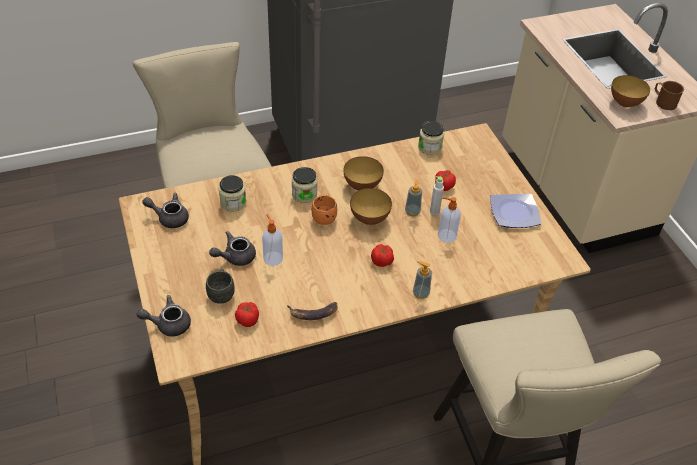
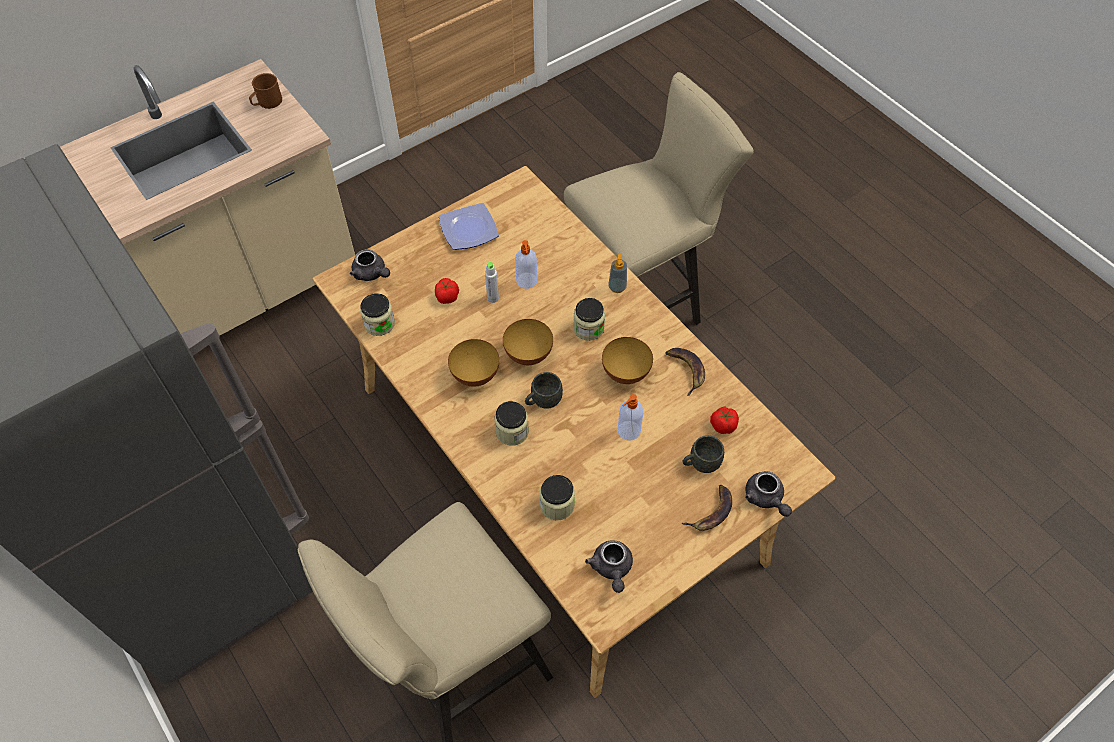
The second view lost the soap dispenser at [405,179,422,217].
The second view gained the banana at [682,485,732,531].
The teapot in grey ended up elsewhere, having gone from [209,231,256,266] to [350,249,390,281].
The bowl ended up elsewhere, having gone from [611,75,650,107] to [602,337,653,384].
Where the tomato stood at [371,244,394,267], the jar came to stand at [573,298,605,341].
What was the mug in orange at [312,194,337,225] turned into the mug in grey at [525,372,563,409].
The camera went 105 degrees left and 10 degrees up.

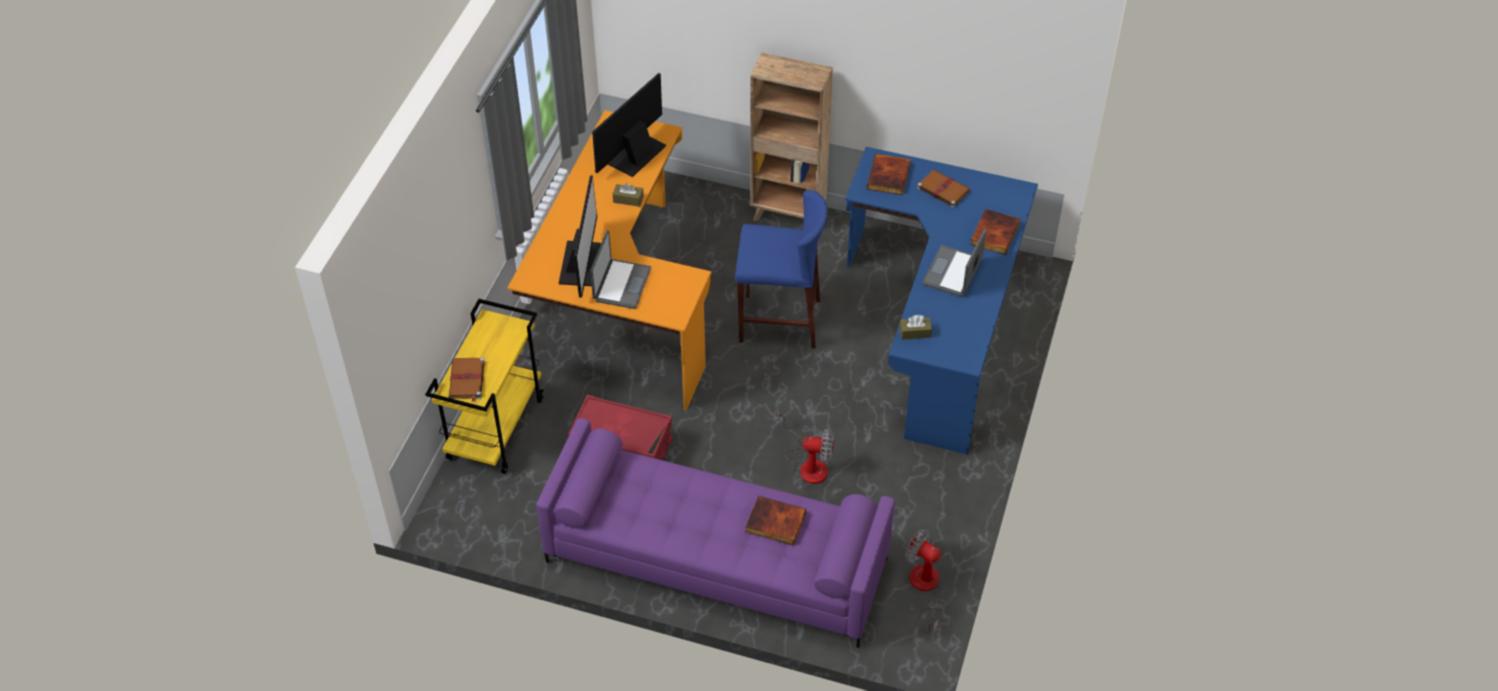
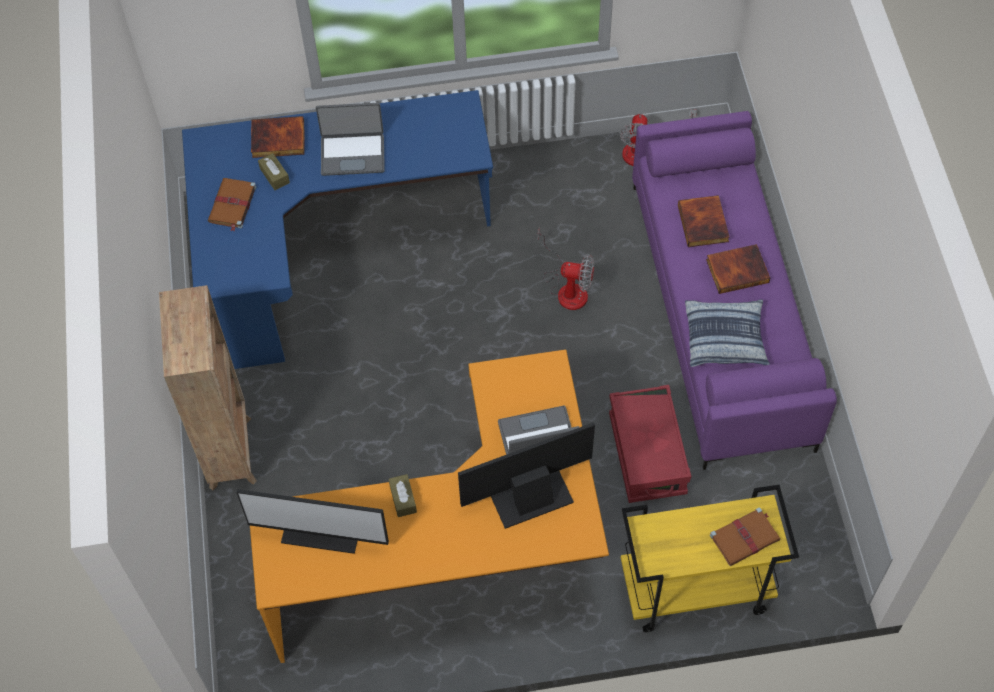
The second view lost the stool in blue at [735,190,828,349].
The second view gained the pillow at [685,299,770,367].
The book ended up elsewhere, having gone from [867,154,910,195] to [706,244,770,294].
The tissue box in brown ended up elsewhere, having gone from [899,315,932,340] to [258,153,290,190].
The fan at [778,411,834,484] ended up facing another way, 120 degrees clockwise from before.
The camera went 115 degrees left and 10 degrees up.

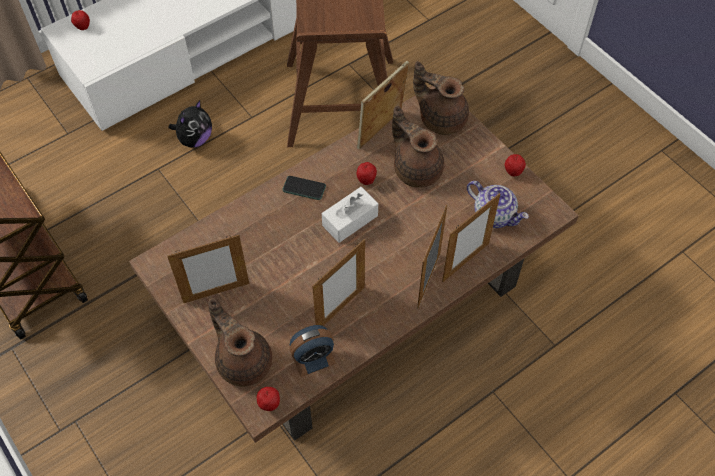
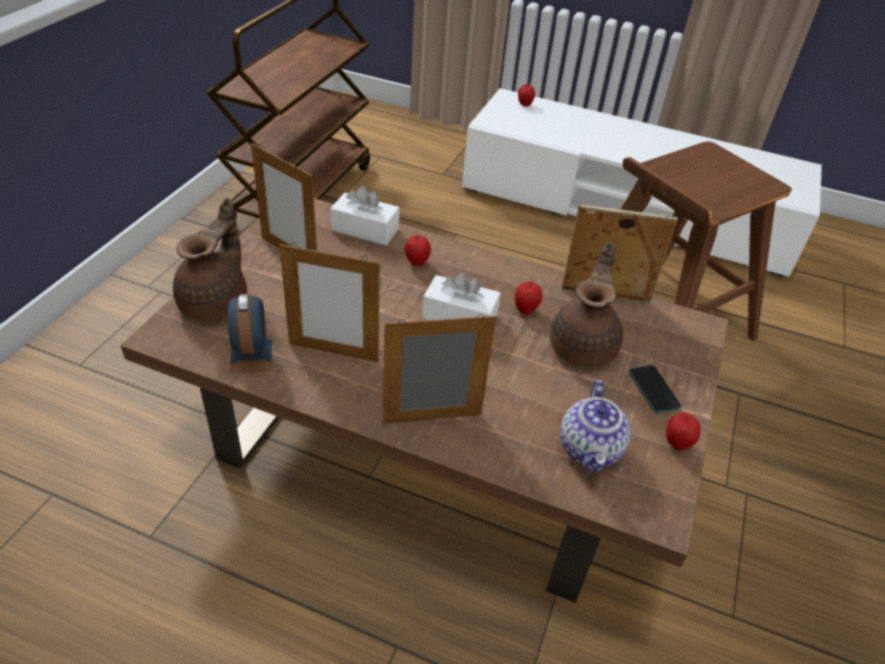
The second view lost the plush toy at [169,100,212,148].
The second view lost the teapot in brown at [413,61,469,135].
The second view lost the picture frame at [442,193,501,282].
The second view gained the tissue box in white at [330,186,400,245].
The apple ended up elsewhere, having gone from [257,387,280,411] to [404,234,431,266].
The phone ended up elsewhere, having gone from [282,176,326,200] to [629,365,681,414].
The alarm clock at [289,325,336,377] ended up facing another way, 45 degrees clockwise from before.
The camera went 55 degrees right and 15 degrees down.

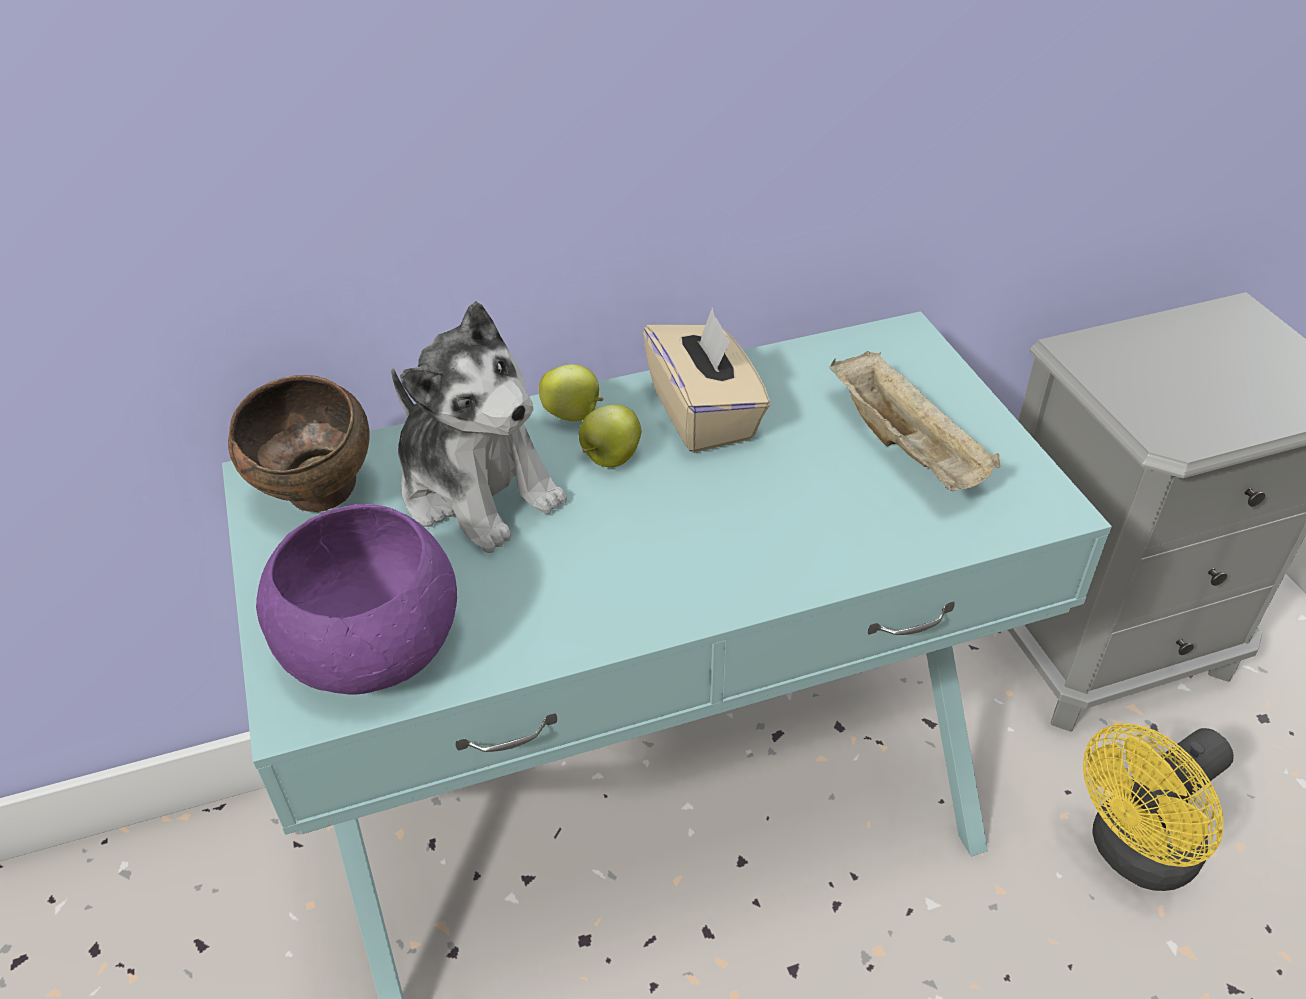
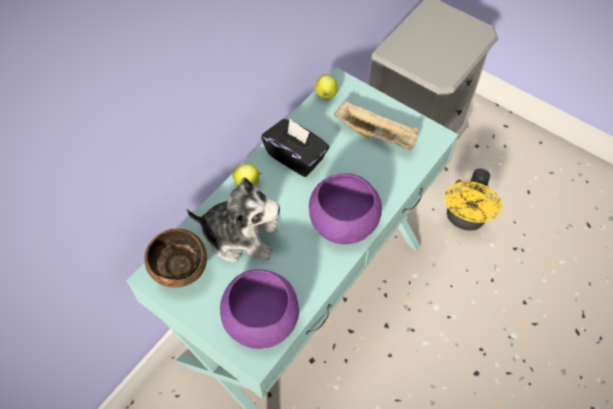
The second view gained the bowl in purple at [309,173,382,244].
The apple ended up elsewhere, having gone from [579,405,641,467] to [315,74,338,99].
What was the tissue box in beige at [643,308,770,453] turned into the tissue box in black at [261,119,329,177].
The camera went 35 degrees left and 15 degrees up.

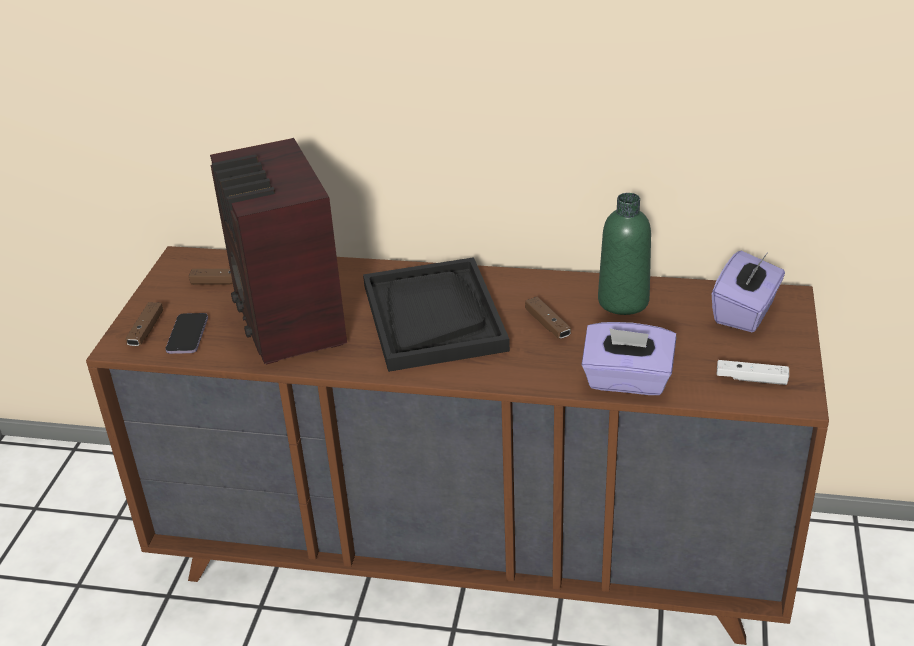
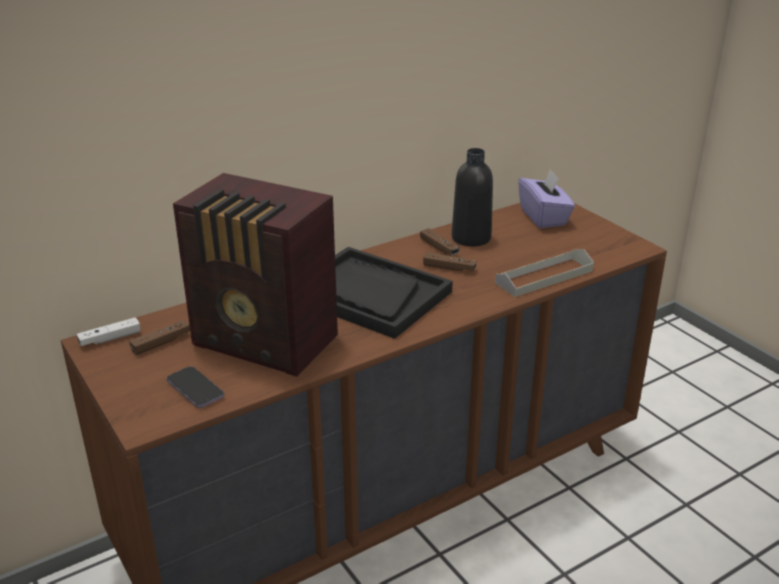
The game controller in brown ended up elsewhere, having gone from [125,302,163,346] to [420,228,460,255].
The game controller in white ended up elsewhere, having gone from [717,360,789,385] to [77,318,140,346].
Where the tissue box in purple stood at [581,322,676,395], the tray in grey came to stand at [495,249,594,297].
What was the bottle in green at [598,193,651,315] turned into the bottle in black at [451,148,493,246].
The camera went 45 degrees left and 5 degrees down.

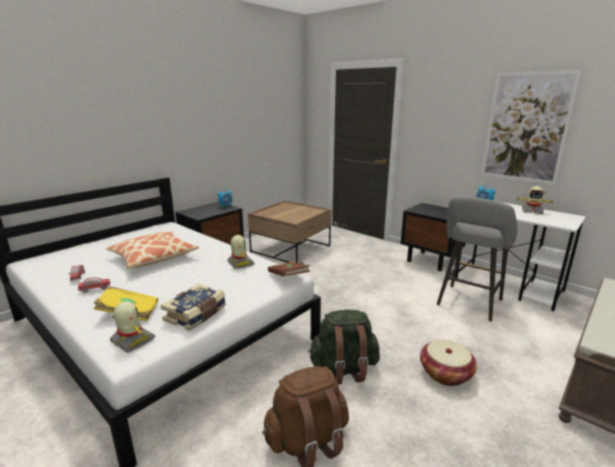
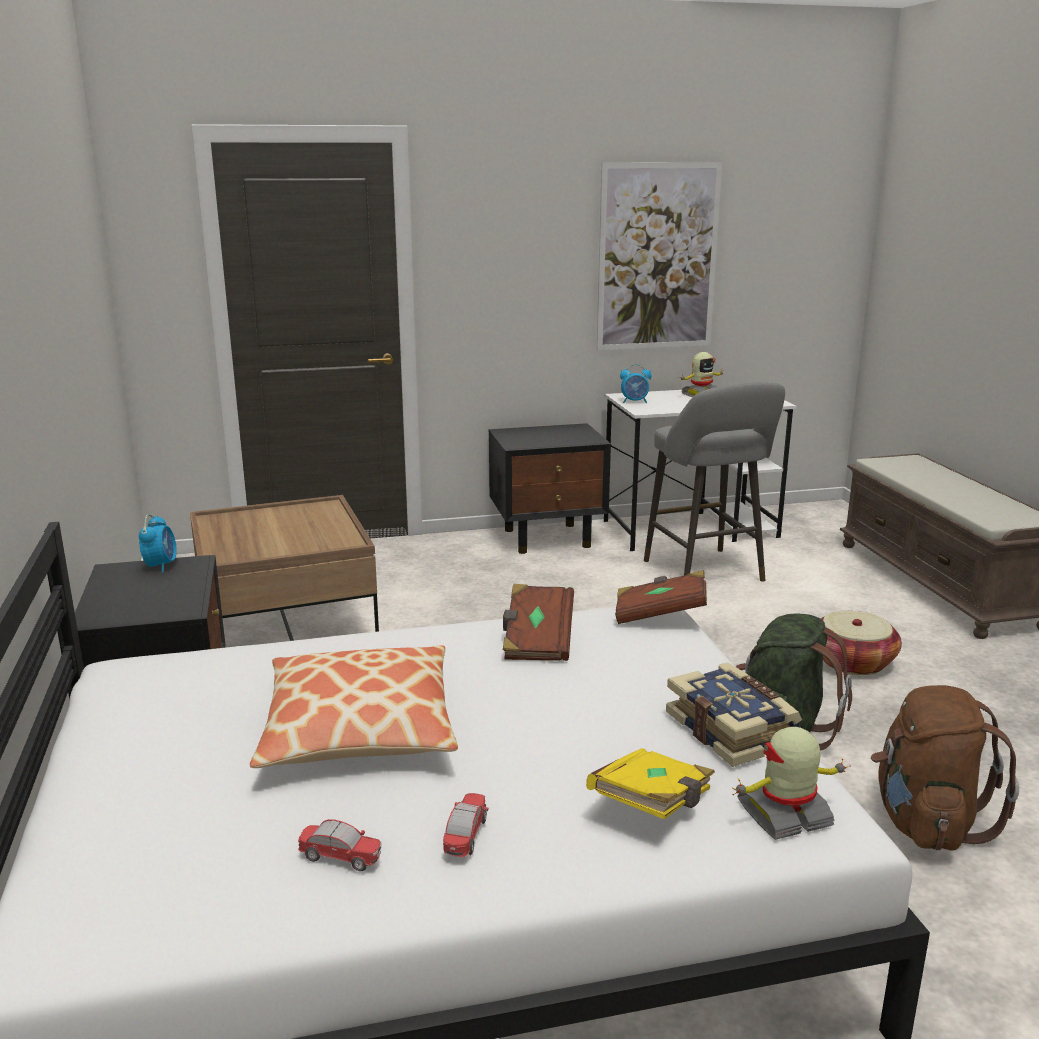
Where the toy robot stood at [228,235,255,269], the book in brown came to stand at [503,584,574,661].
The camera went 55 degrees left and 0 degrees up.

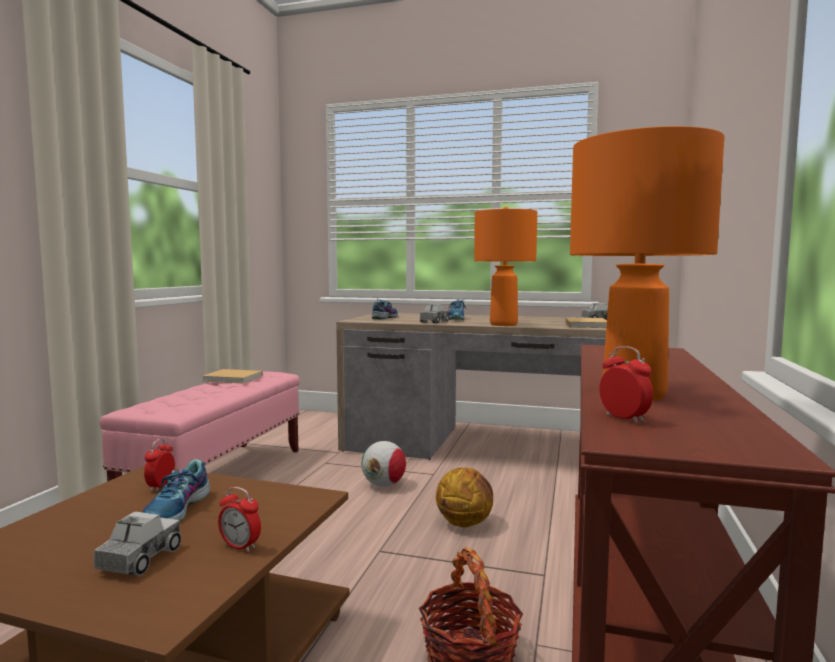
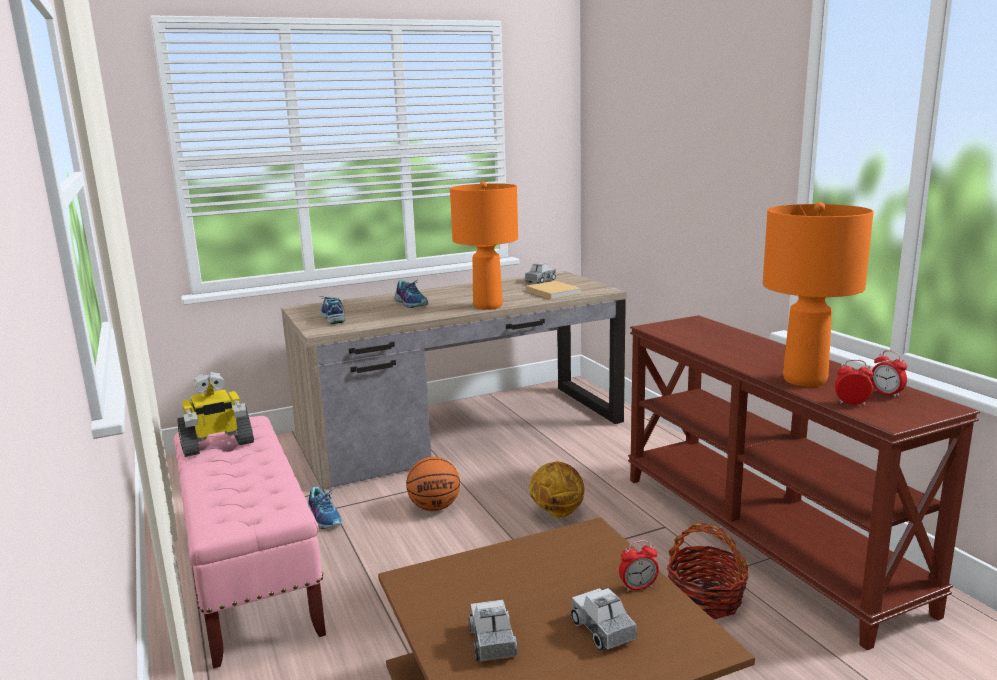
The shoe ended up elsewhere, having gone from [142,459,210,521] to [308,487,342,529].
The alarm clock ended up elsewhere, having gone from [144,438,175,491] to [871,350,907,398].
The toy truck ended up elsewhere, having gone from [420,304,449,323] to [469,600,518,661].
Where the book in beige stood at [203,369,263,384], the toy robot came to stand at [177,372,254,457].
Where the football stood at [361,441,406,487], the basketball came to stand at [406,457,460,511].
The camera went 40 degrees left and 10 degrees up.

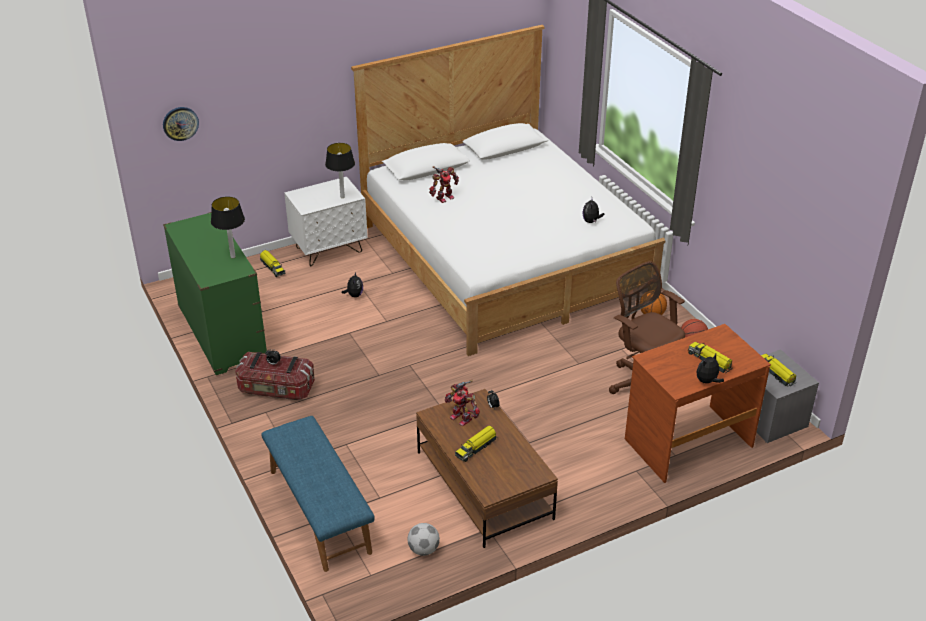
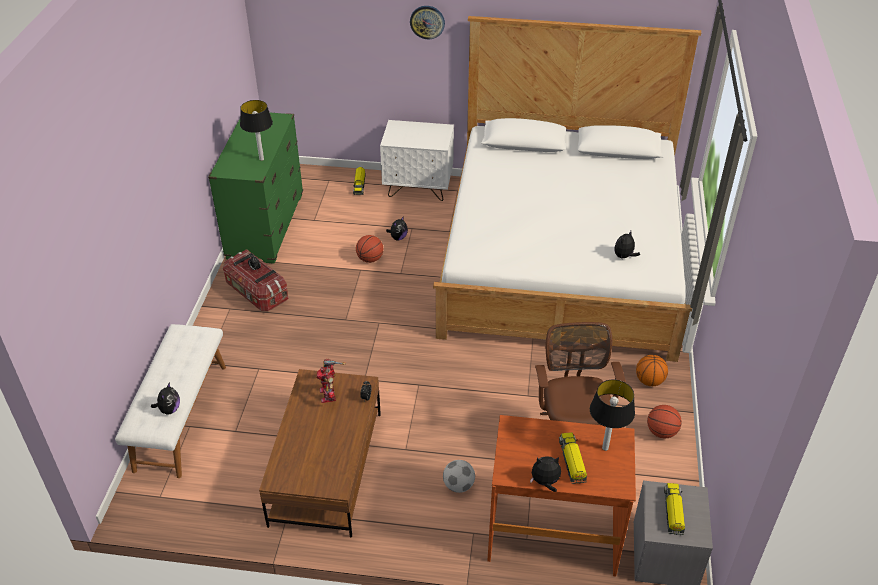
The second view lost the toy robot at [429,166,459,203].
The second view lost the toy truck at [455,426,497,462].
The second view gained the plush toy at [151,382,180,414].
The second view gained the basketball at [356,235,383,263].
The wall clock ended up elsewhere, having gone from [163,107,199,141] to [410,6,445,39].
The table lamp ended up elsewhere, having gone from [325,143,355,198] to [590,379,635,451].
The football ended up elsewhere, having gone from [407,523,440,556] to [443,460,475,493].
What was the bench in blue at [261,416,375,572] turned into the bench in white at [115,324,226,478].
The camera went 35 degrees right and 5 degrees up.

